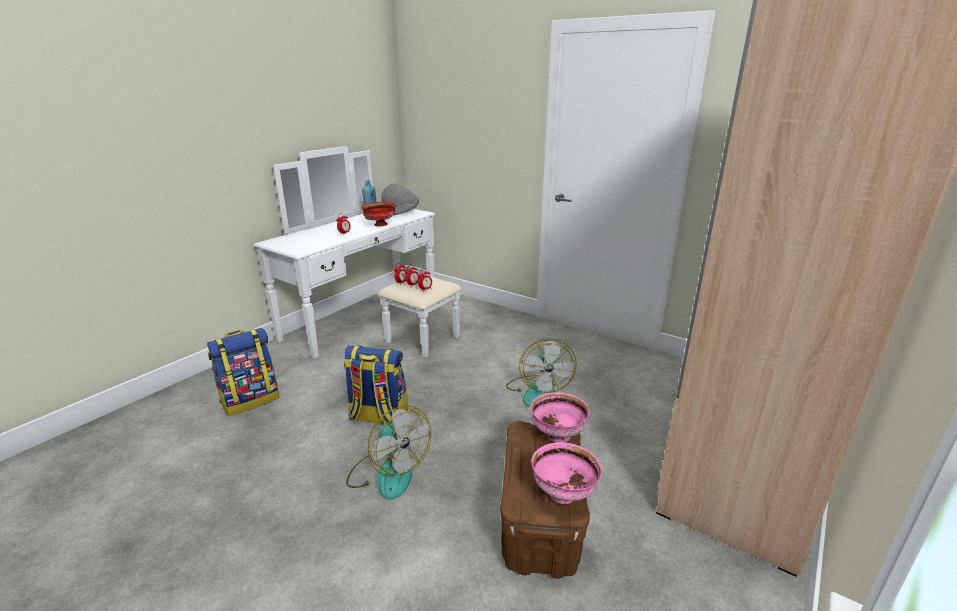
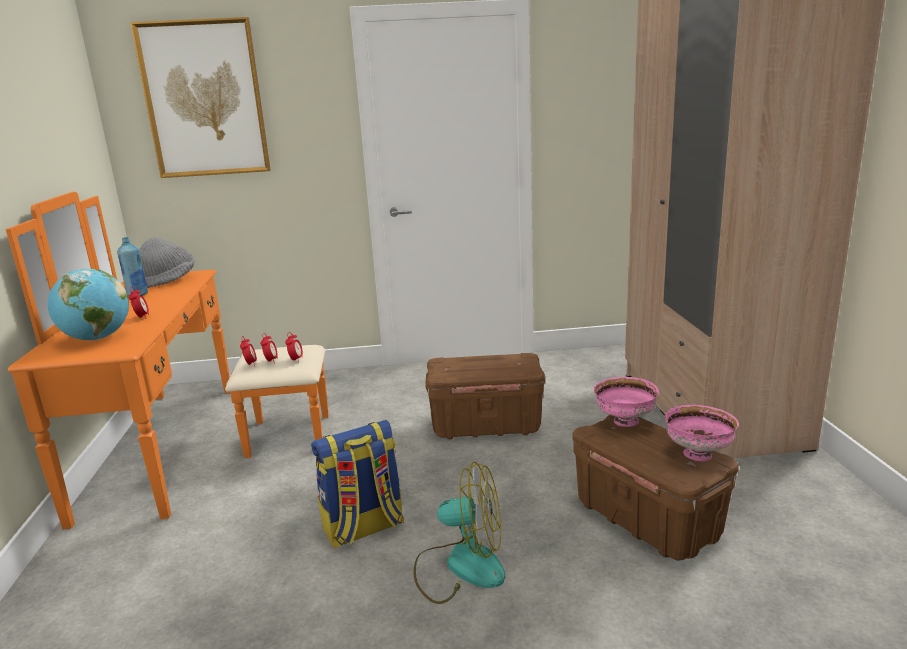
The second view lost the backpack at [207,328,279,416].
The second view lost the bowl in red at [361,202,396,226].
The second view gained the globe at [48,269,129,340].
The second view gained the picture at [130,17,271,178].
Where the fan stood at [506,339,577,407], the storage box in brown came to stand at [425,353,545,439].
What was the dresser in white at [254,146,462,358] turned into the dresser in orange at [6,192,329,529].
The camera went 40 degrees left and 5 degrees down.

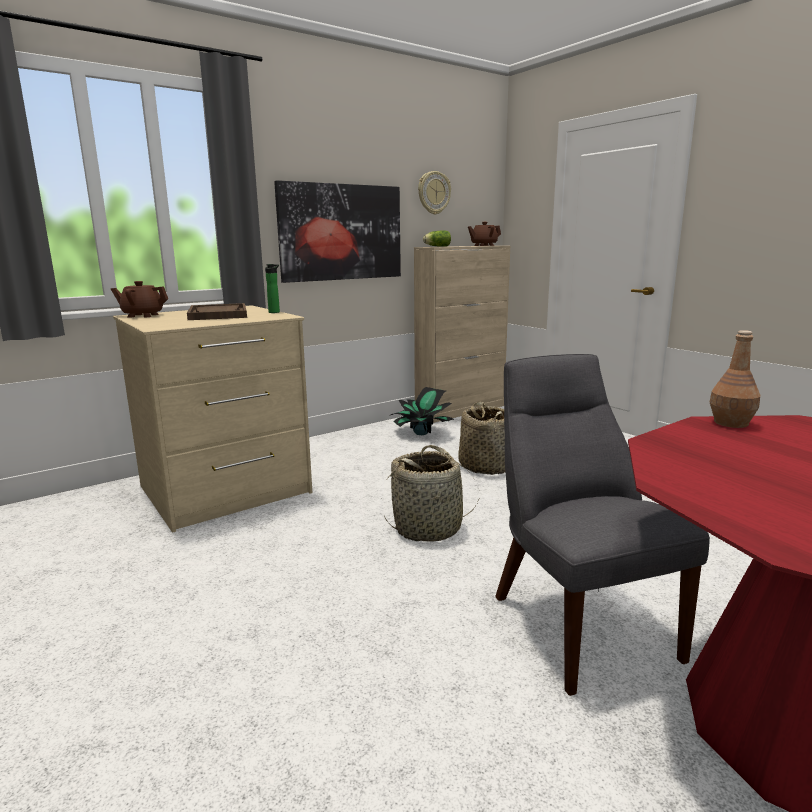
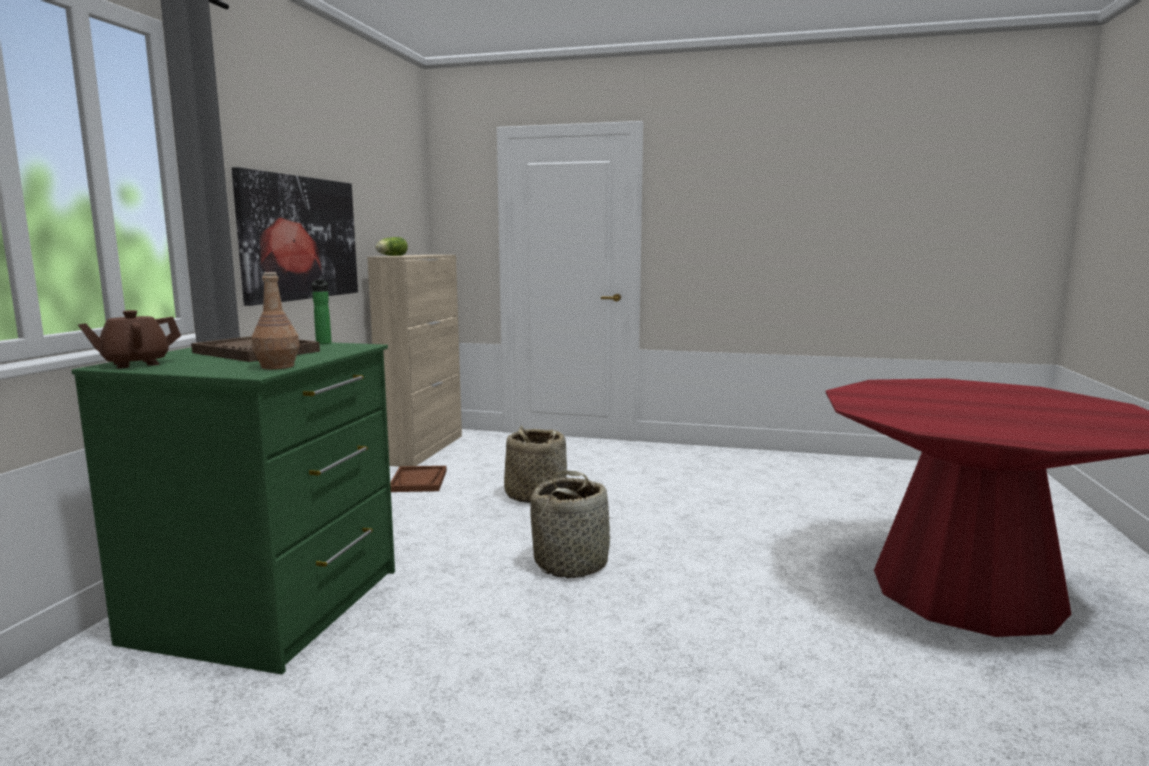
The second view lost the wall clock at [418,171,451,215].
The second view lost the teapot in brown at [468,222,501,246].
The second view lost the chair in grey at [495,354,710,696].
The bottle in brown ended up elsewhere, having gone from [710,330,760,428] to [252,272,300,370].
Where the potted plant stood at [391,387,454,435], the tray in brown came to stand at [390,466,447,492].
What was the dresser in beige at [113,305,312,533] turned into the dresser in green at [71,342,395,674].
The camera went 40 degrees left and 5 degrees down.

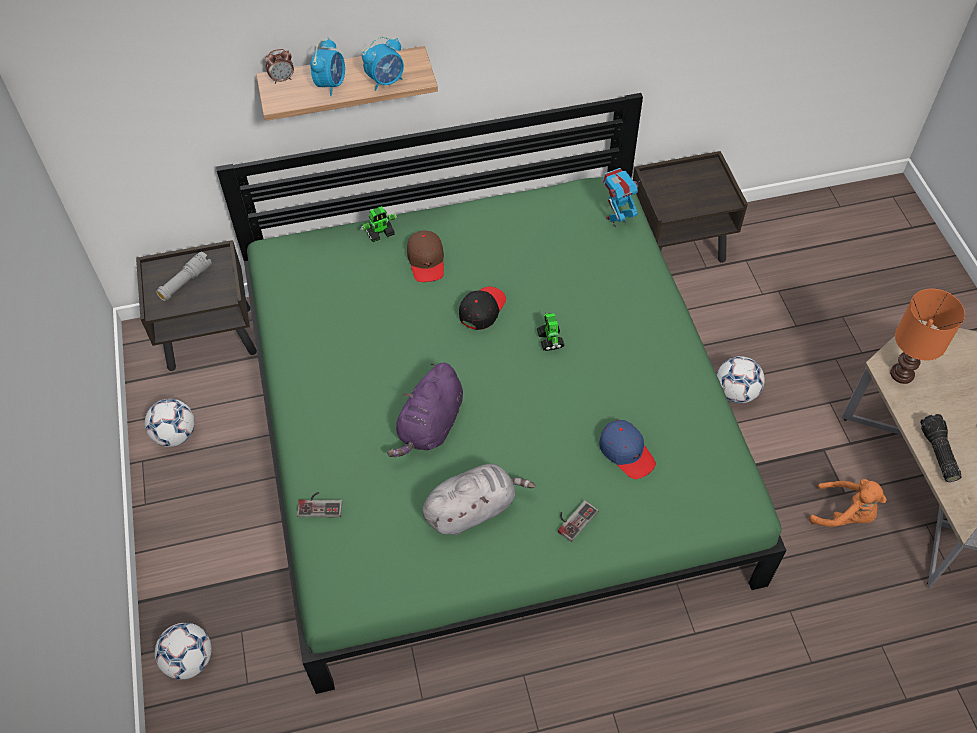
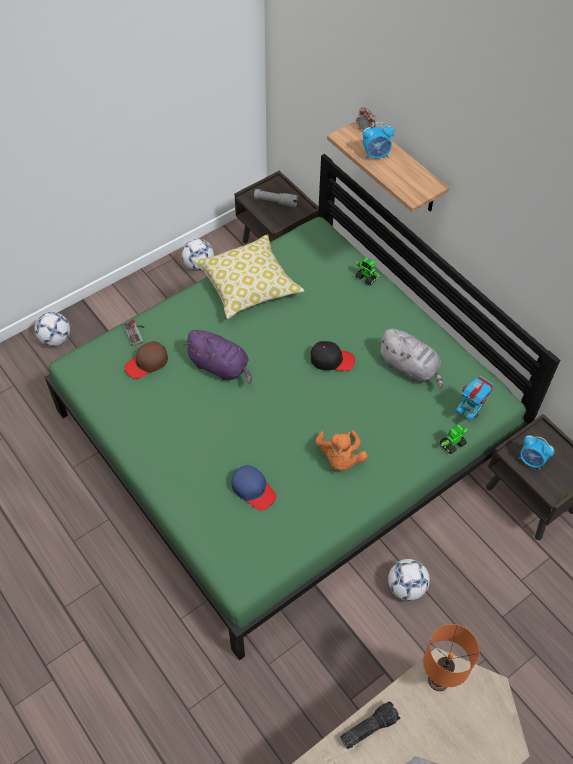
The second view lost the game controller at [558,500,598,542].
The second view gained the pillow at [194,235,305,319].
The alarm clock ended up elsewhere, having gone from [362,37,404,91] to [518,435,554,470].
The cap in brown ended up elsewhere, having gone from [407,230,444,282] to [124,341,168,379].
The plush toy in grey ended up elsewhere, having gone from [422,464,536,535] to [378,328,443,389].
The toy robot ended up elsewhere, having gone from [536,313,564,351] to [439,425,468,454].
The plush toy in orange ended up elsewhere, having gone from [809,479,887,527] to [316,430,368,471].
The plush toy in purple at [387,362,463,457] ended up facing another way, 150 degrees counterclockwise from before.
The cap in blue at [599,420,656,479] ended up facing another way, 75 degrees counterclockwise from before.
The camera went 65 degrees right and 0 degrees up.

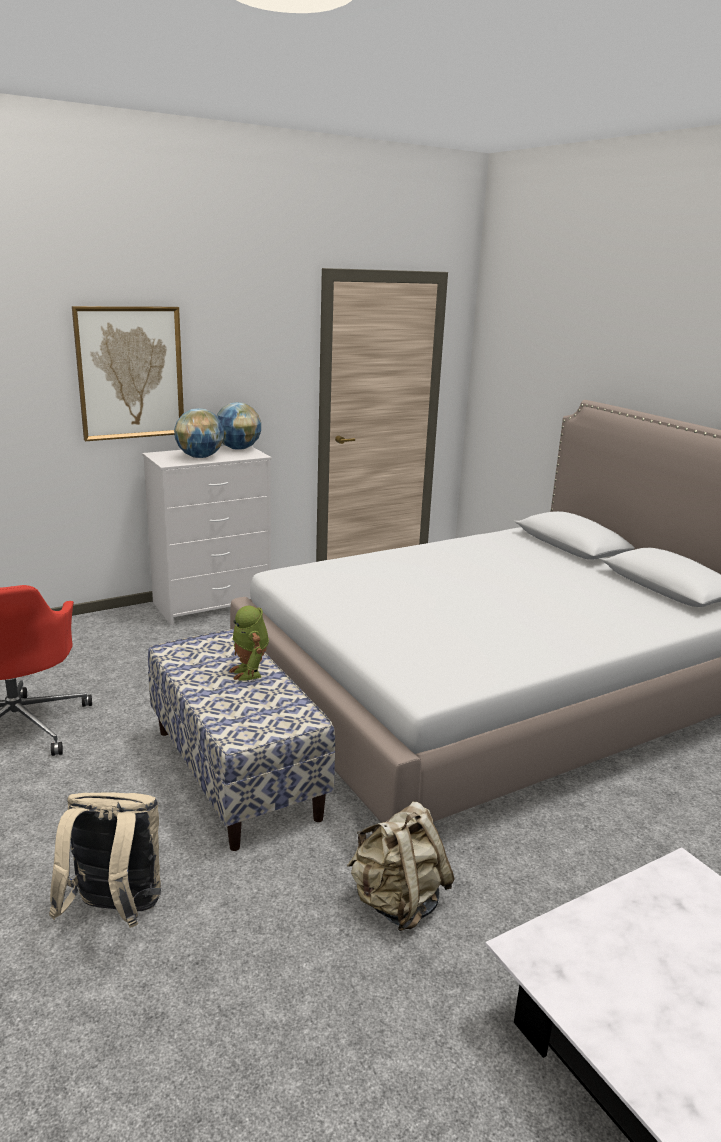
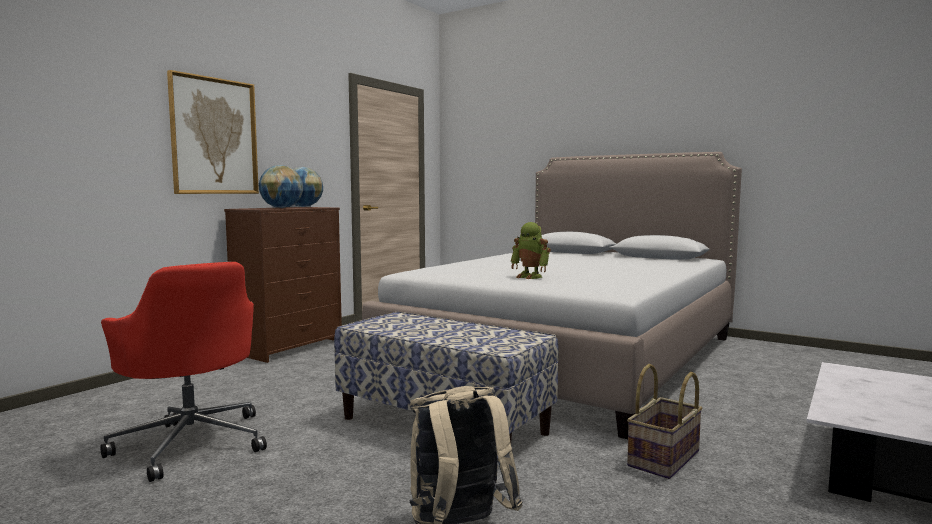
The toy robot ended up elsewhere, having gone from [229,606,269,681] to [511,222,551,279].
Where the backpack in beige stood at [347,802,455,931], the basket came to stand at [627,364,703,479].
What was the dresser in white at [142,446,272,625] turned into the dresser in brown at [224,207,342,363].
The camera went 25 degrees left and 15 degrees down.

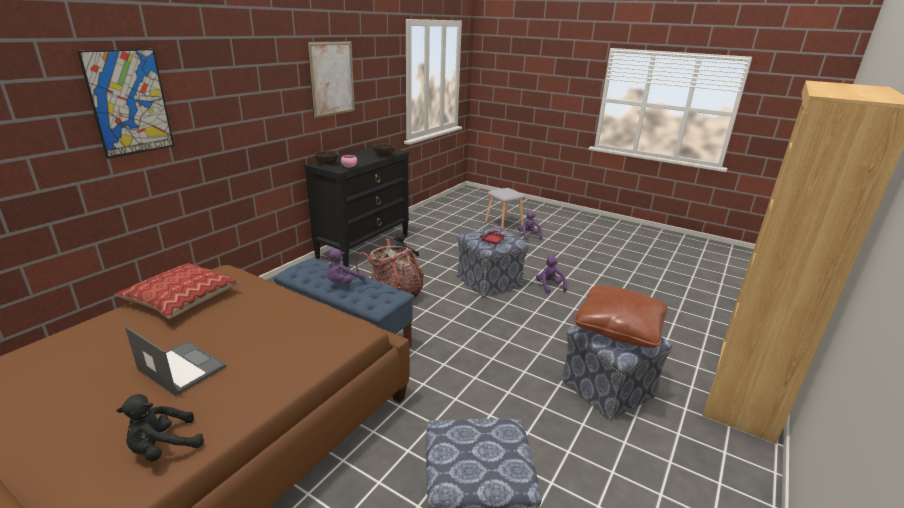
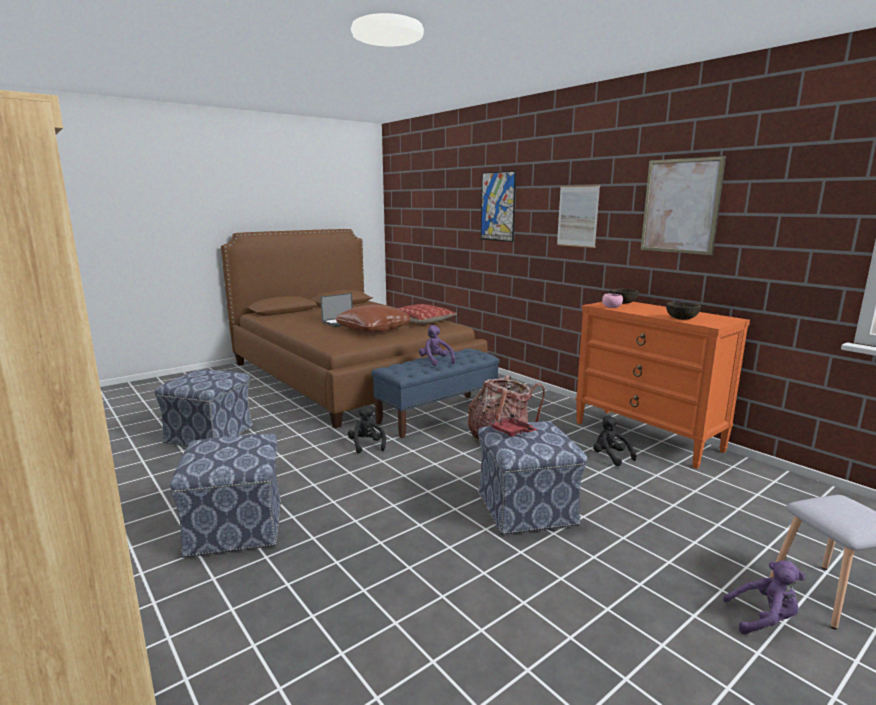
The second view lost the plush toy in purple at [536,256,567,294].
The second view gained the picture at [557,185,600,248].
The plush toy in black ended up elsewhere, having gone from [116,394,204,462] to [348,405,386,453].
The pillow in brown ended up elsewhere, having gone from [574,285,668,348] to [335,305,411,333].
What was the dresser in black at [304,146,409,267] turned into the dresser in orange at [575,302,750,469].
The camera went 110 degrees right and 10 degrees down.

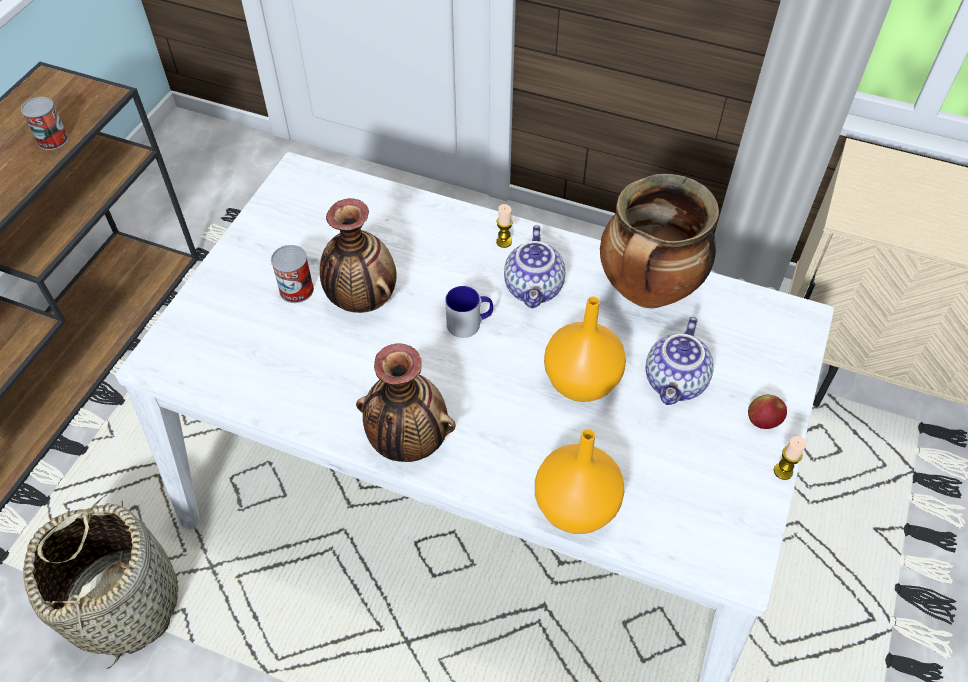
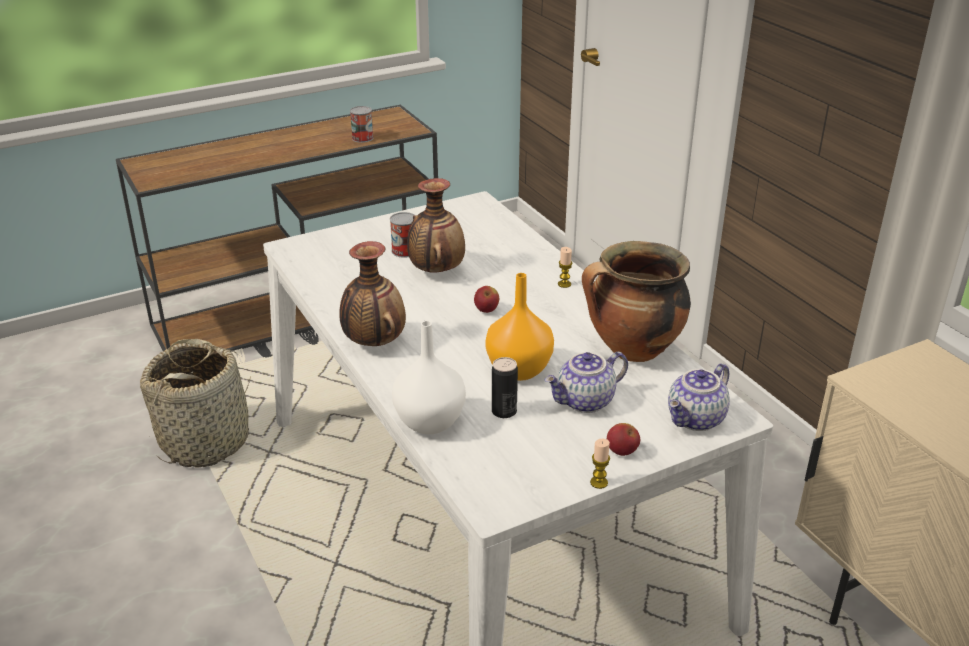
The second view gained the can at [492,357,518,418].
The teapot ended up elsewhere, having gone from [504,225,565,308] to [668,363,730,431].
Where the mug stood at [445,286,493,338], the apple came to stand at [474,286,499,313].
What was the vase in orange at [535,429,624,534] turned into the vase in white at [392,321,466,434].
The camera went 40 degrees right and 20 degrees down.

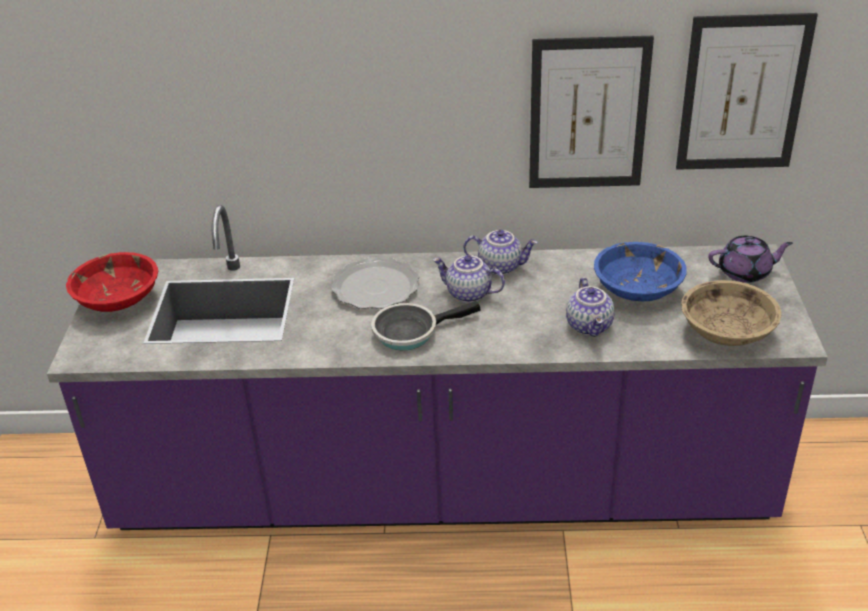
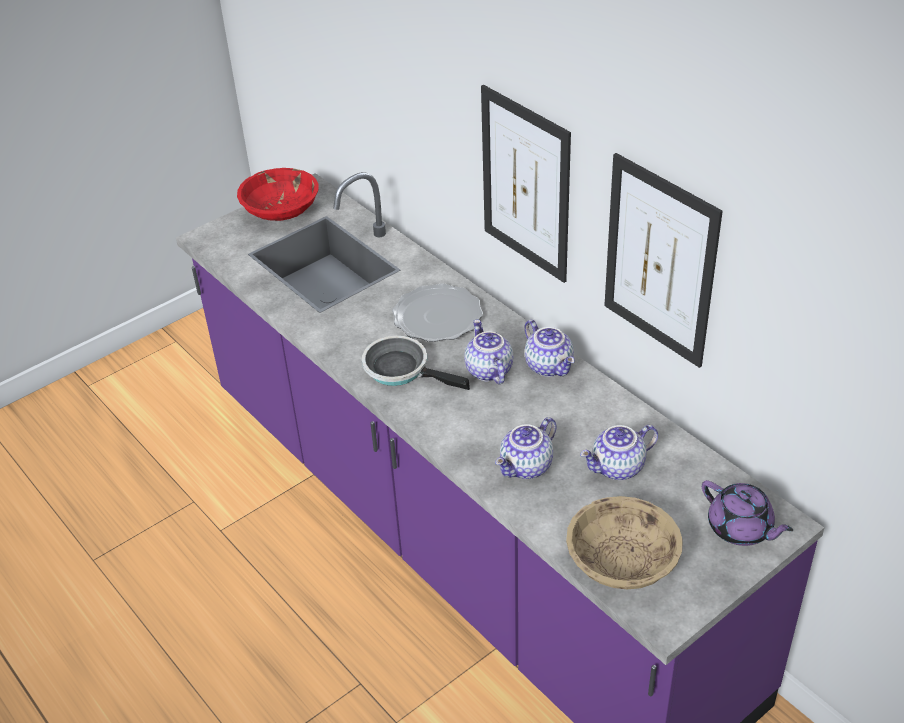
The picture ended up elsewhere, having gone from [676,13,818,170] to [481,85,571,283].
Where the bowl in blue stood at [594,242,687,301], the teapot came to stand at [580,425,658,480].
The camera went 50 degrees right and 5 degrees up.

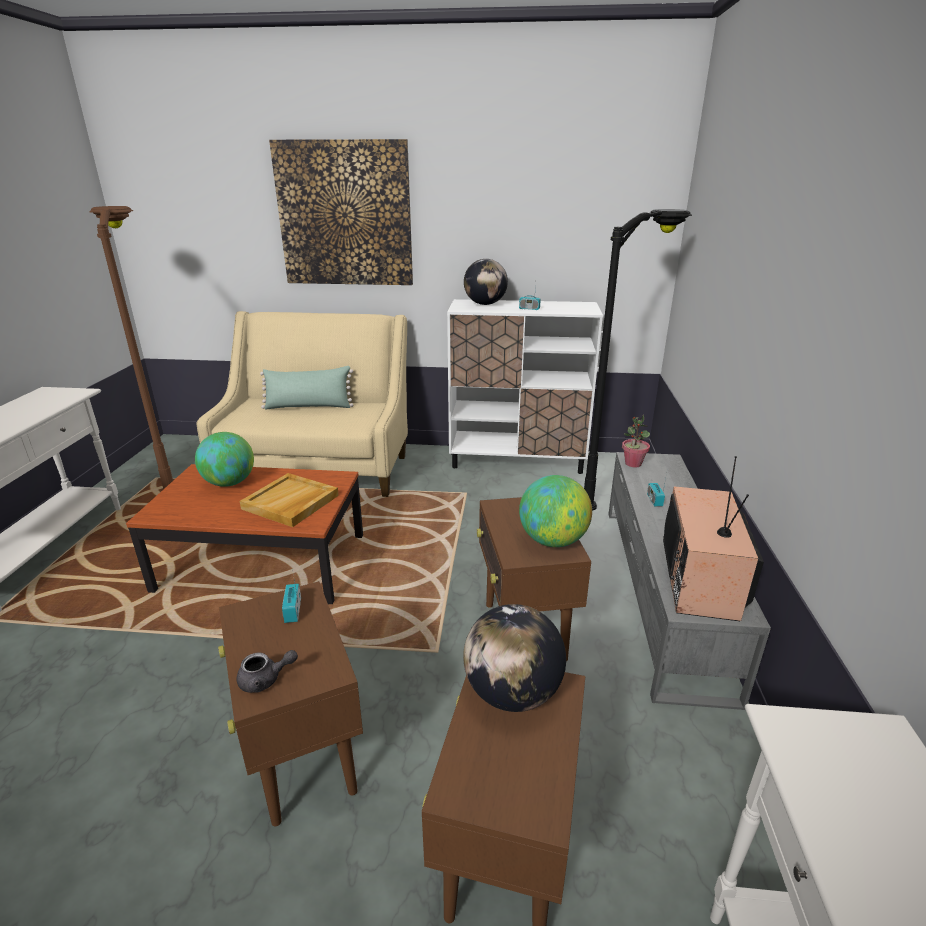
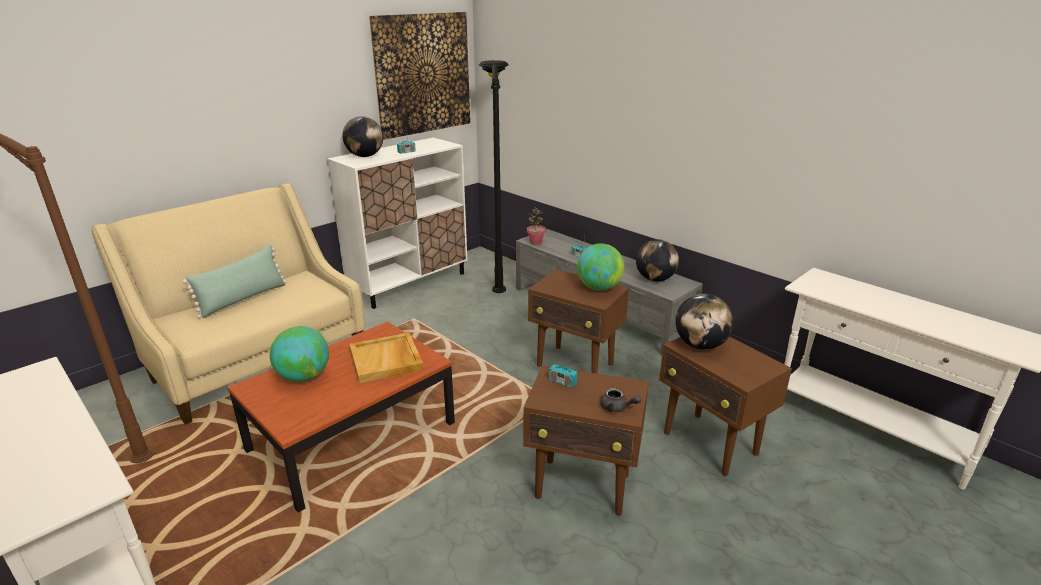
The picture ended up elsewhere, having gone from [269,139,413,285] to [369,12,470,140].
Where the television stood at [663,456,764,621], the globe came to stand at [636,239,679,281].
The teapot in grey at [237,650,298,693] ended up facing another way, 90 degrees clockwise from before.
The camera went 50 degrees left and 0 degrees up.

